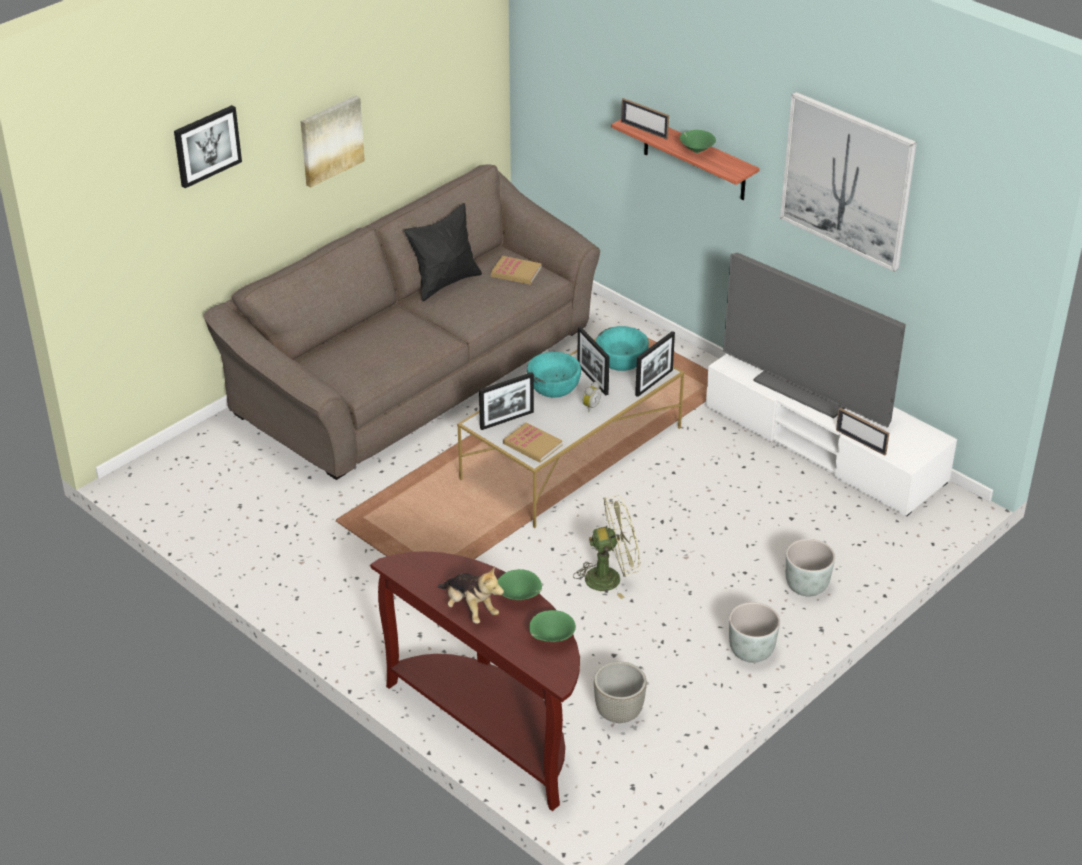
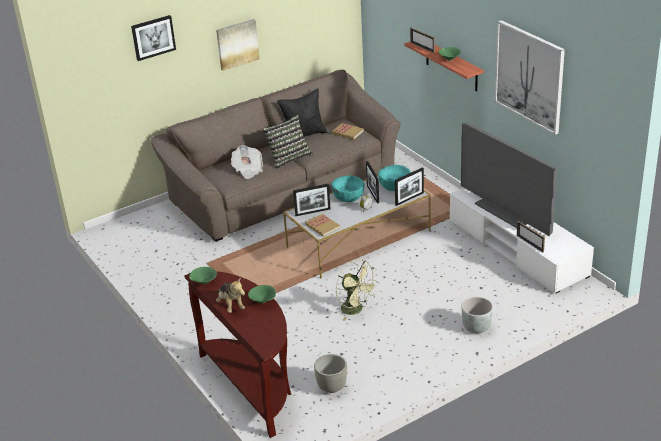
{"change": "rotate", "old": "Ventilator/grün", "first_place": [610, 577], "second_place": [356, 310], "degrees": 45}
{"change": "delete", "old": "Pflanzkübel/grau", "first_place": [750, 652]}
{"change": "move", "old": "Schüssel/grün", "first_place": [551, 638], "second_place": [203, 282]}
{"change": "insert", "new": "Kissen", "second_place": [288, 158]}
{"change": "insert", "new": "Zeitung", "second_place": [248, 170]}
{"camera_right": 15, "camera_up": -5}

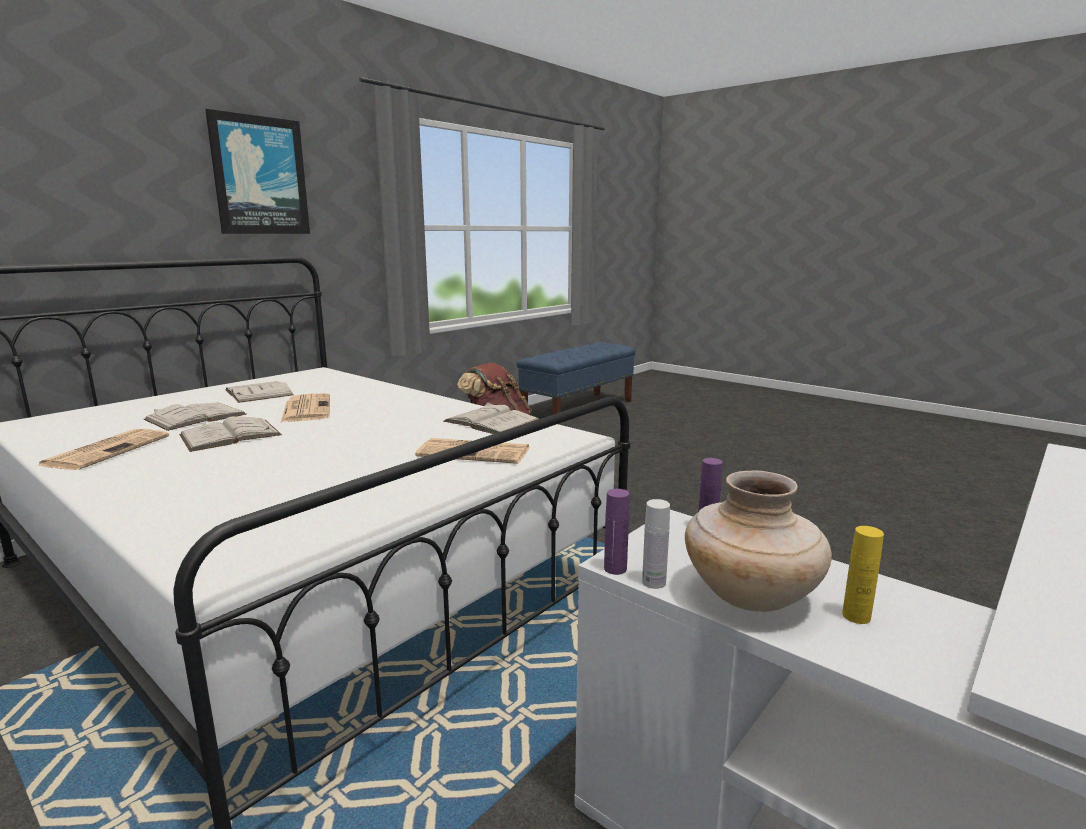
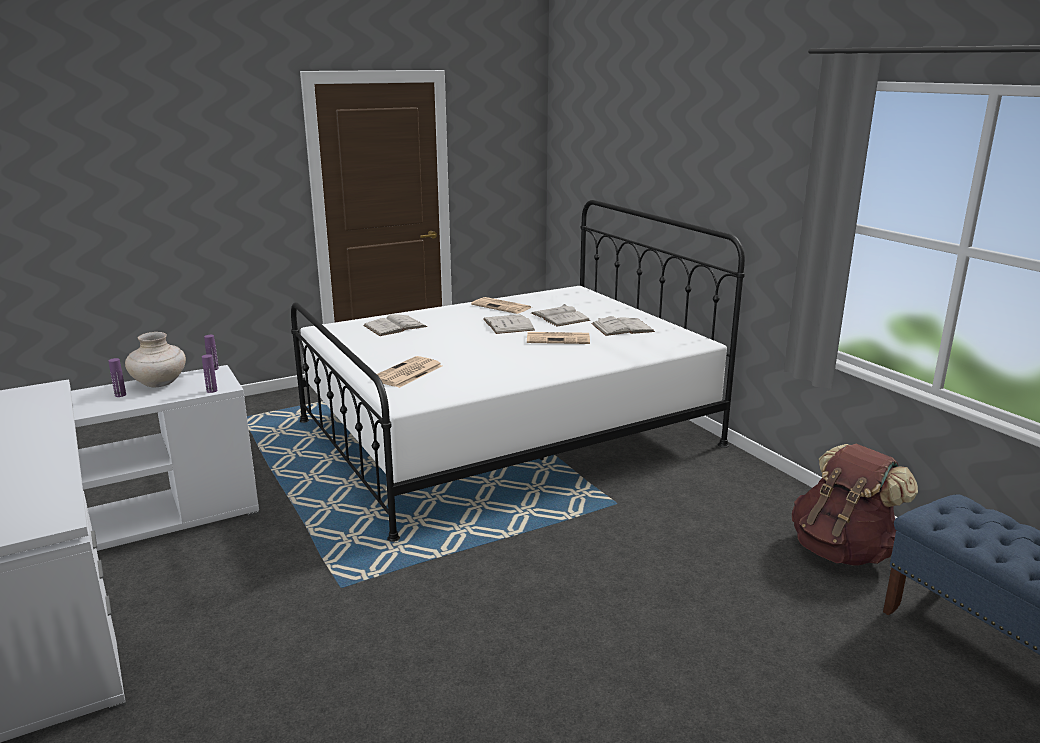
{"change": "delete", "old": "Bild", "first_place": [259, 176]}
{"change": "move", "old": "Buch/weiß", "first_place": [491, 421], "second_place": [395, 326]}
{"change": "delete", "old": "Flasche/weiß", "first_place": [654, 582]}
{"change": "recolor", "old": "Flasche/gelb", "new": "Flasche/lila", "first_place": [856, 616], "second_place": [120, 395]}
{"camera_right": 110, "camera_up": 5}

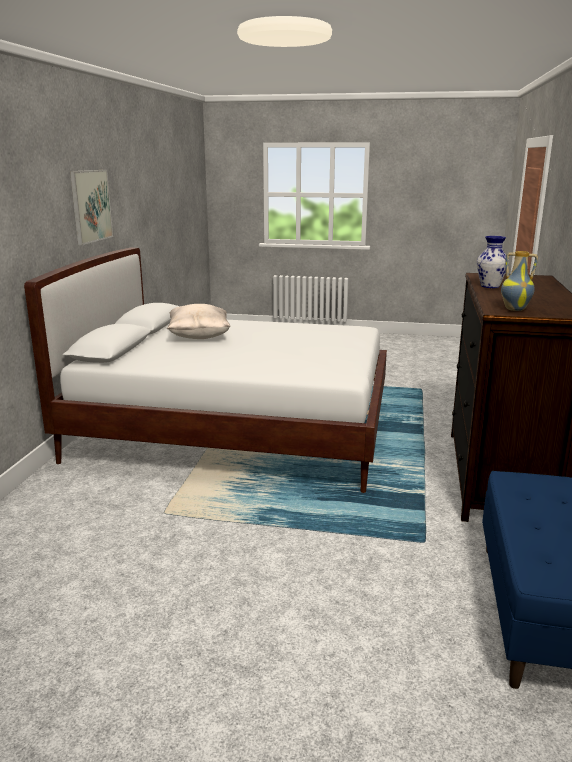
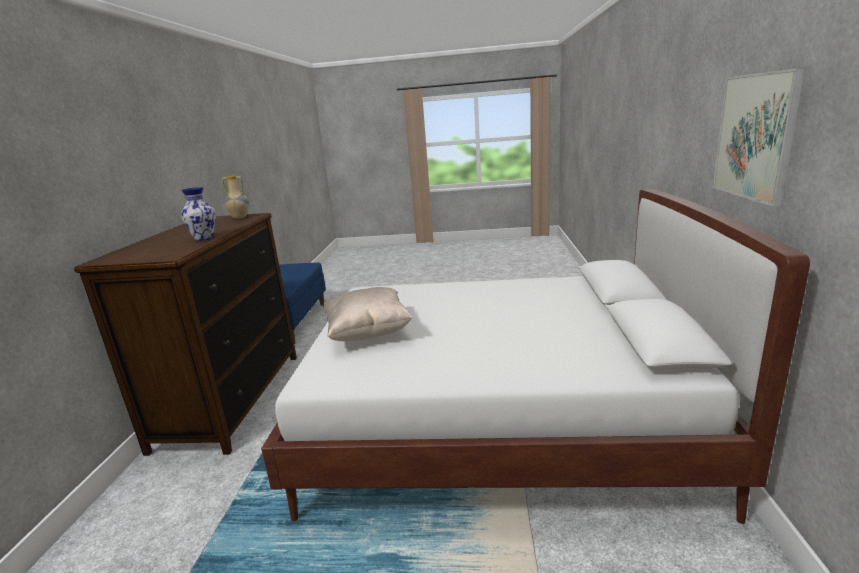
{"change": "move", "old": "Kissen/beige", "first_place": [199, 337], "second_place": [368, 333]}
{"camera_right": 175, "camera_up": 0}

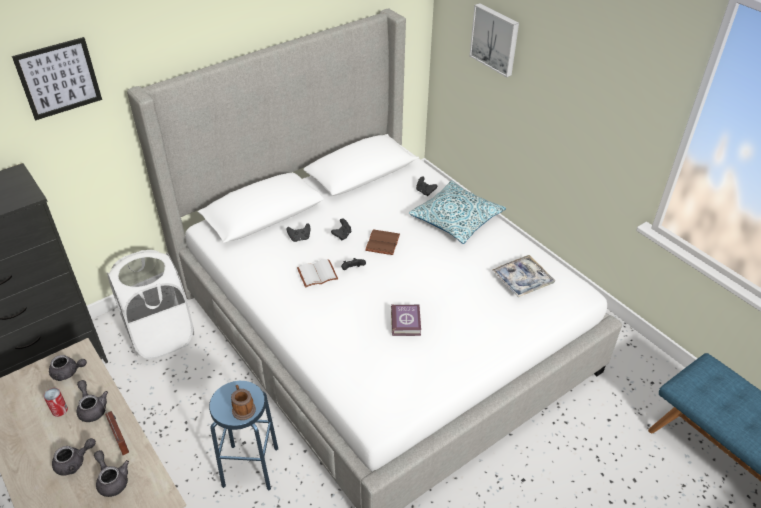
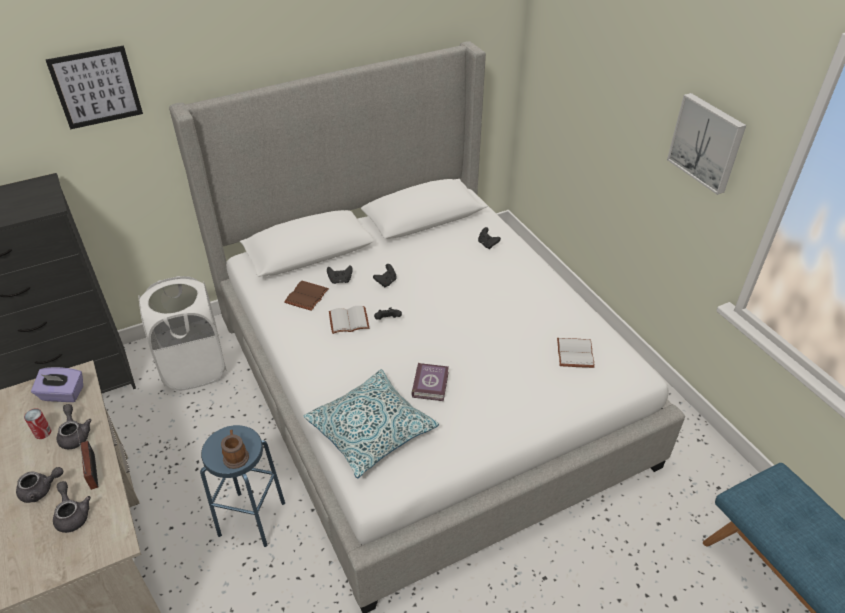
{"change": "move", "old": "Bild", "first_place": [495, 39], "second_place": [707, 142]}
{"change": "move", "old": "Kissen", "first_place": [456, 219], "second_place": [371, 430]}
{"change": "move", "old": "Buch/braun", "first_place": [382, 242], "second_place": [306, 296]}
{"change": "replace", "old": "Tablett", "new": "Buch/weiß", "first_place": [522, 280], "second_place": [573, 353]}
{"change": "replace", "old": "Teekanne/grau", "new": "Taschentuchbox/lila", "first_place": [68, 372], "second_place": [62, 394]}
{"camera_right": 10, "camera_up": 0}

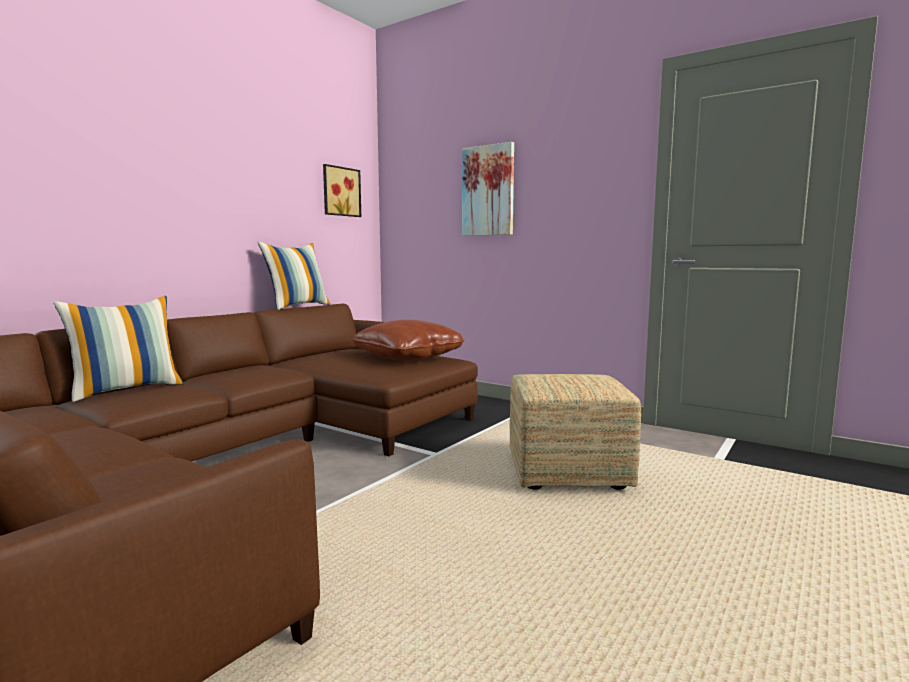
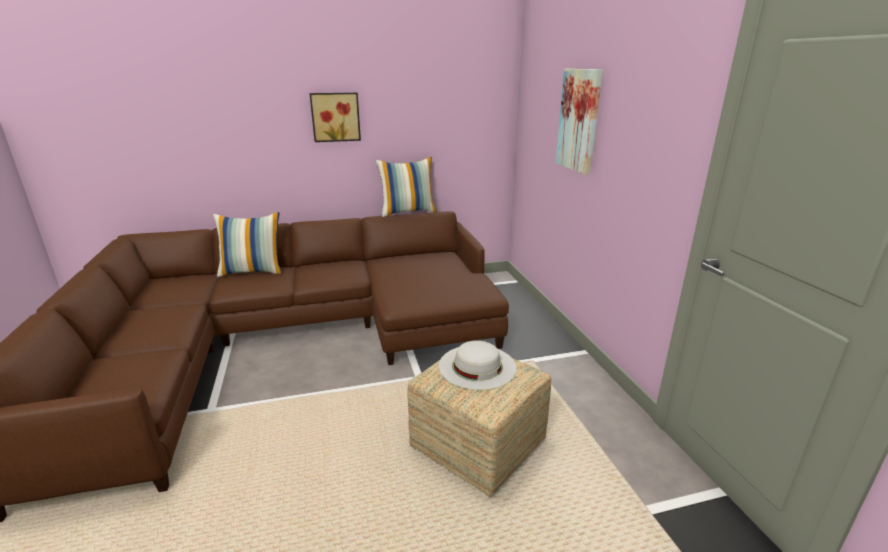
{"change": "move", "old": "Bild", "first_place": [340, 191], "second_place": [335, 117]}
{"change": "delete", "old": "Kissen/braun", "first_place": [408, 357]}
{"change": "insert", "new": "Hut/weiß", "second_place": [477, 366]}
{"camera_right": 40, "camera_up": 15}

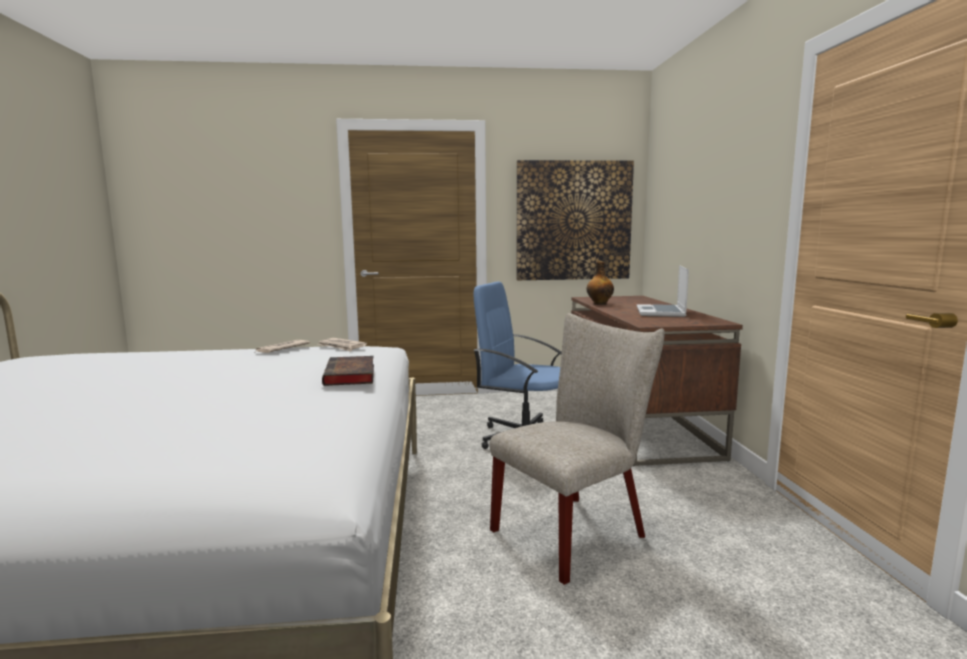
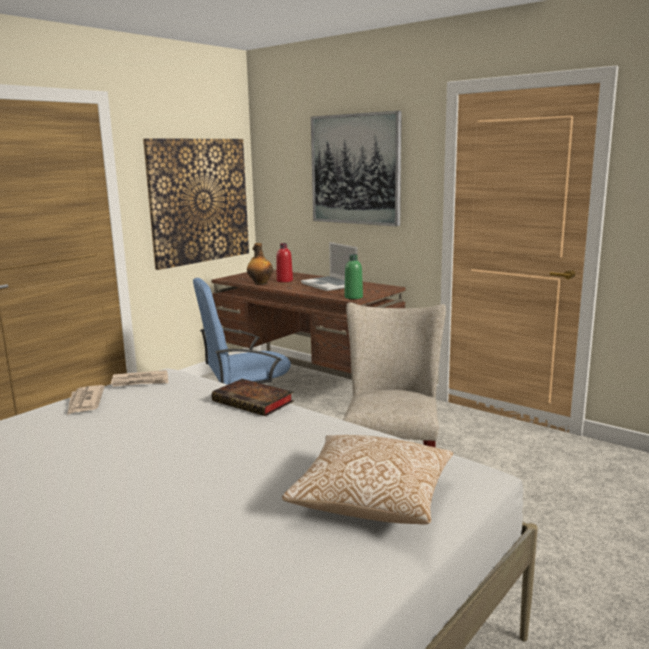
{"change": "insert", "new": "Bild", "second_place": [355, 169]}
{"change": "insert", "new": "Flasche/rot", "second_place": [284, 280]}
{"change": "insert", "new": "Flasche/grün", "second_place": [353, 297]}
{"change": "insert", "new": "Kissen", "second_place": [372, 499]}
{"camera_right": -45, "camera_up": 5}

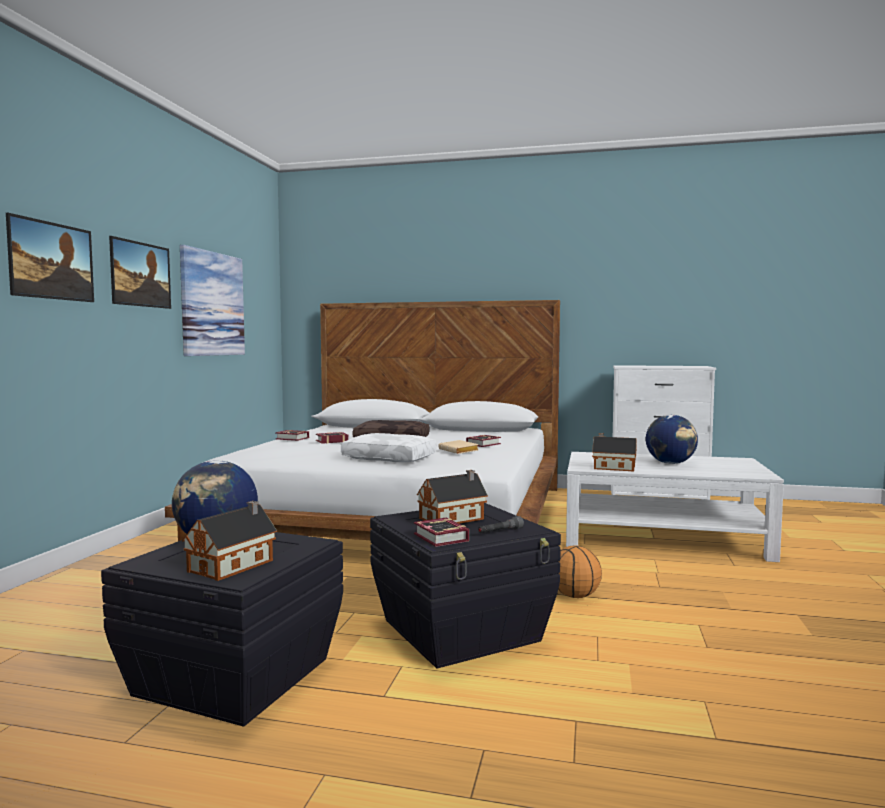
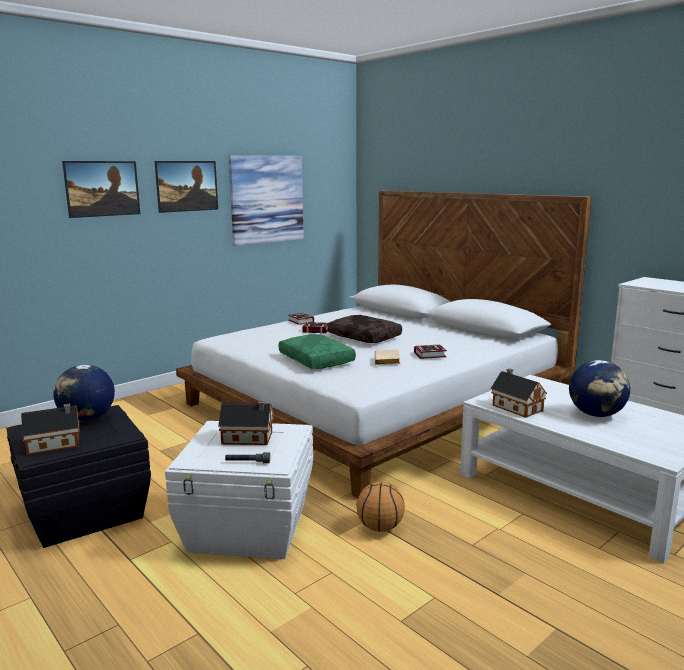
{"change": "recolor", "old": "Kissen/weiß", "new": "Kissen/grün", "first_place": [390, 458], "second_place": [317, 360]}
{"change": "recolor", "old": "Aufbewahrungsbox/schwarz", "new": "Aufbewahrungsbox/weiß", "first_place": [463, 630], "second_place": [249, 528]}
{"change": "delete", "old": "Buch", "first_place": [440, 538]}
{"camera_right": 35, "camera_up": 10}

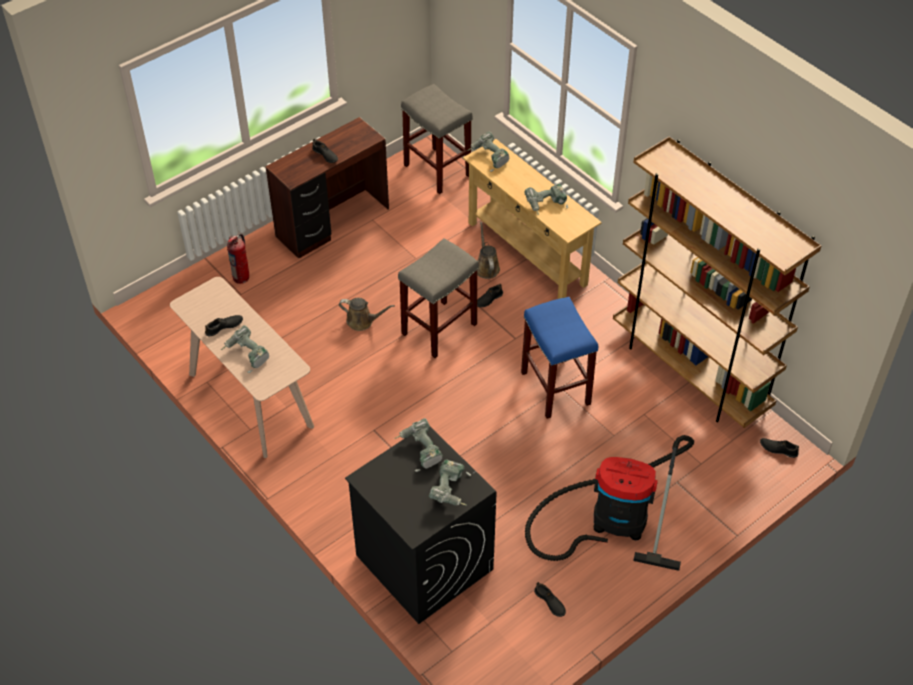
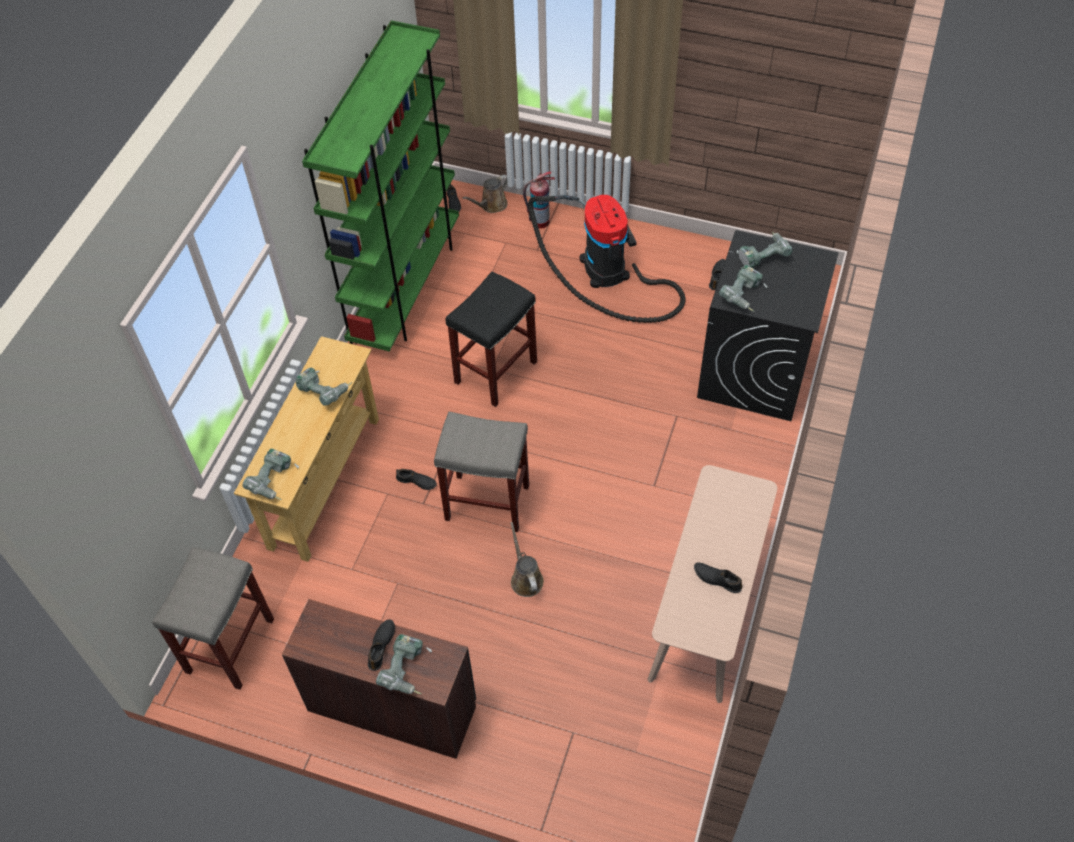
{"change": "recolor", "old": "Bücherregal/braun", "new": "Bücherregal/grün", "first_place": [690, 372], "second_place": [406, 287]}
{"change": "move", "old": "Gießkanne/braun", "first_place": [486, 267], "second_place": [491, 205]}
{"change": "move", "old": "Feuerlöscher", "first_place": [241, 277], "second_place": [540, 222]}
{"change": "recolor", "old": "Hocker/blau", "new": "Hocker/schwarz", "first_place": [556, 389], "second_place": [496, 371]}
{"change": "move", "old": "Bohrmaschine", "first_place": [246, 355], "second_place": [407, 671]}
{"camera_right": -120, "camera_up": 5}

